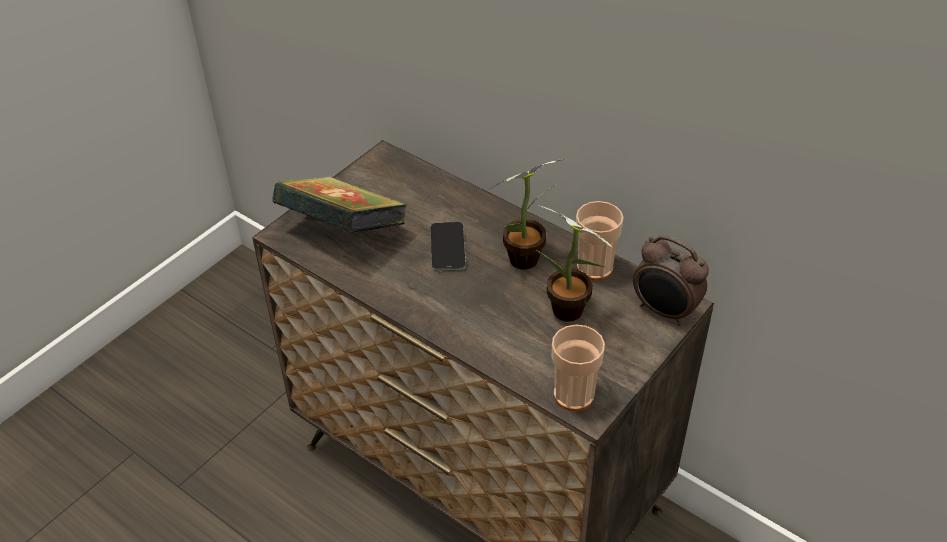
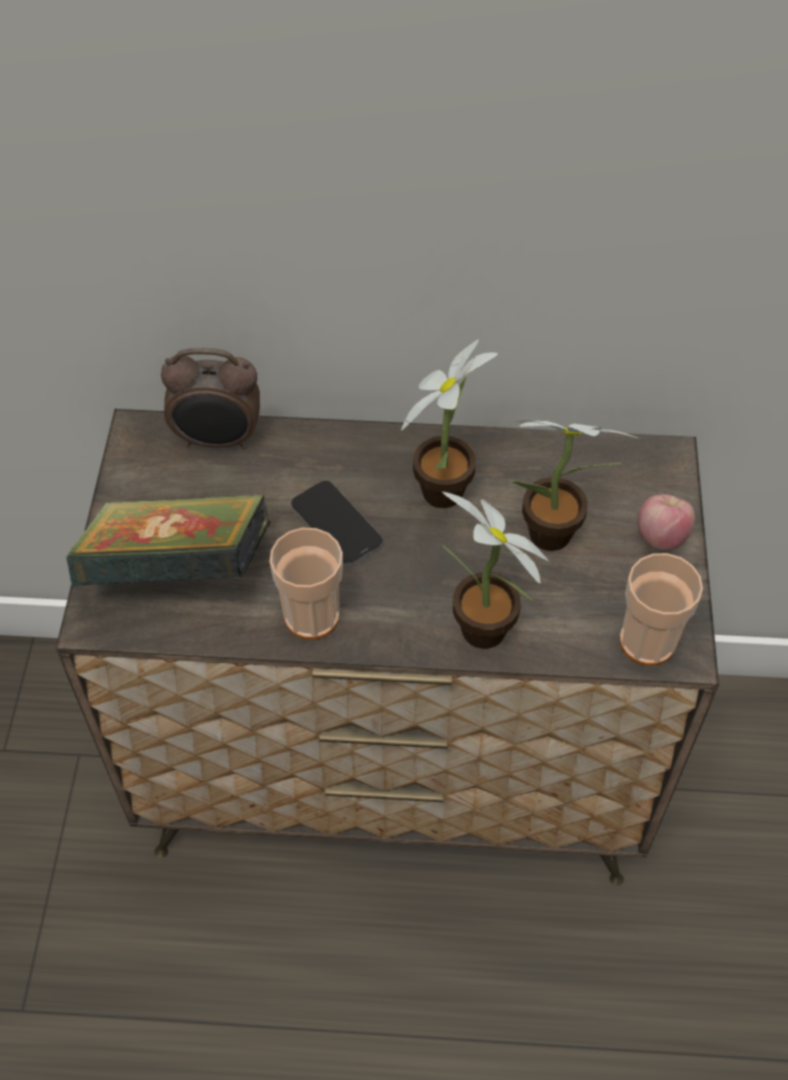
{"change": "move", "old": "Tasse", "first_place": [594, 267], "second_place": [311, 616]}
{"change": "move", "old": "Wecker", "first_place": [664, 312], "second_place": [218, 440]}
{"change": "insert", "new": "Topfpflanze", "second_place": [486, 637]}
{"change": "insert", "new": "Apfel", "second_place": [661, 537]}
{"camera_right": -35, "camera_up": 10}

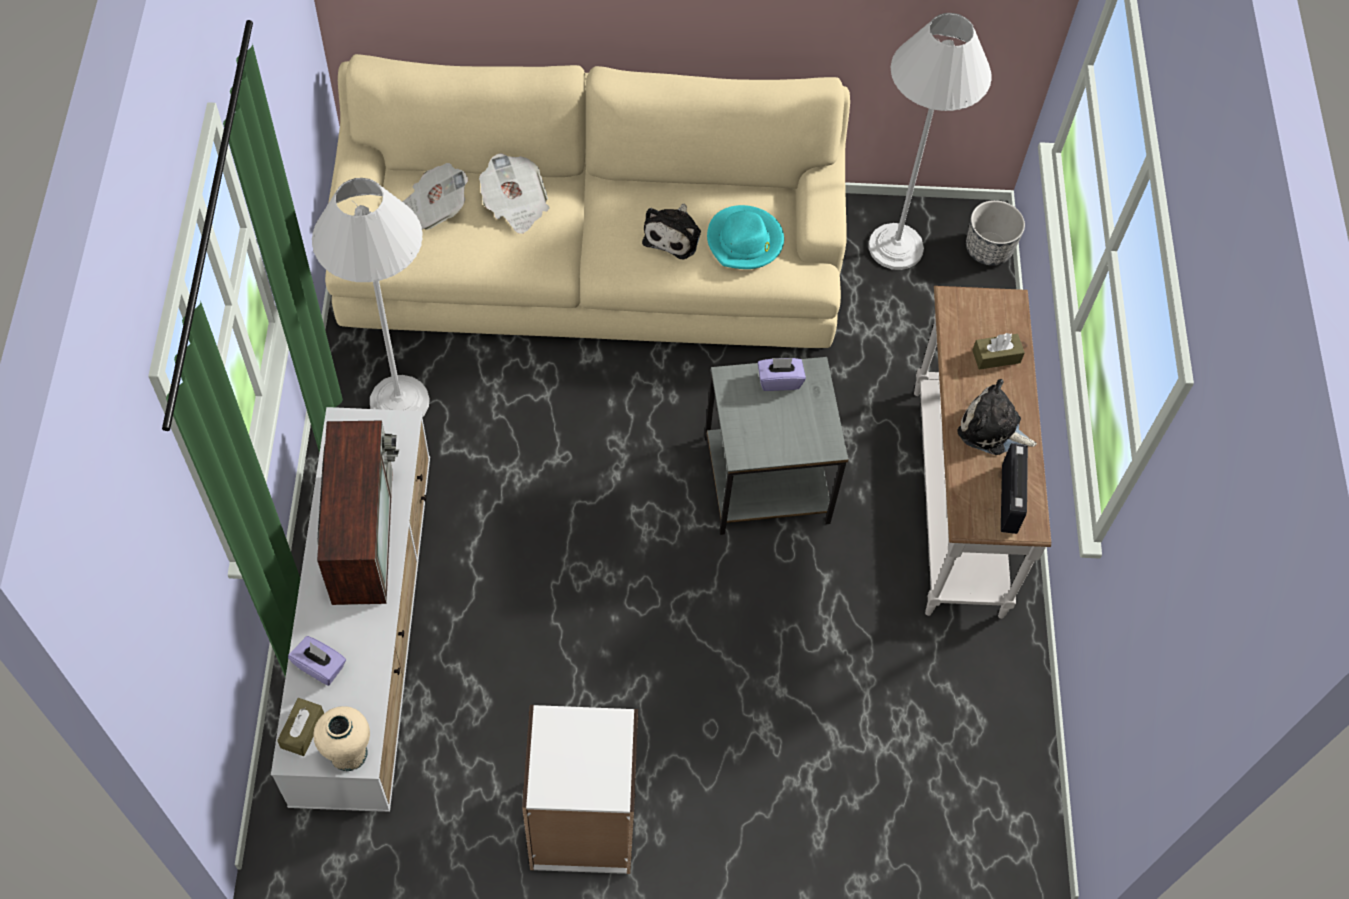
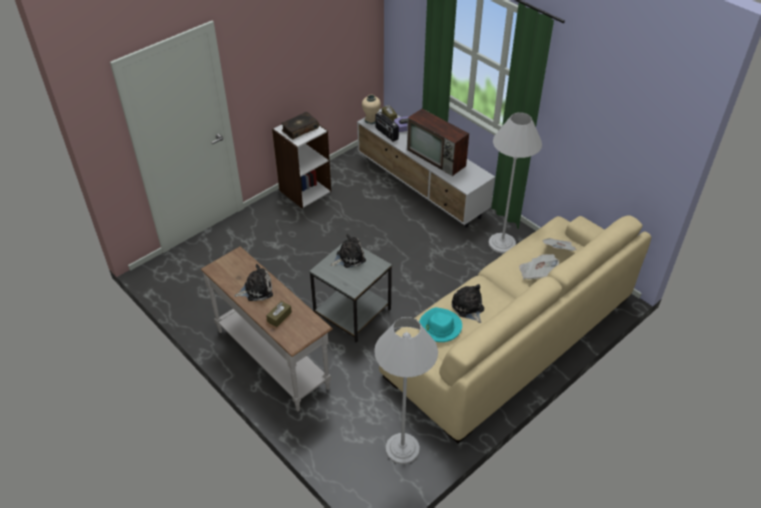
{"change": "delete", "old": "Pflanzkübel", "first_place": [988, 249]}
{"change": "delete", "old": "Taschentuchbox/lila", "first_place": [779, 380]}
{"change": "move", "old": "Radio", "first_place": [1010, 499], "second_place": [386, 134]}
{"change": "insert", "new": "Buch", "second_place": [300, 129]}
{"change": "insert", "new": "Plüschtier", "second_place": [349, 257]}
{"camera_right": 140, "camera_up": -15}

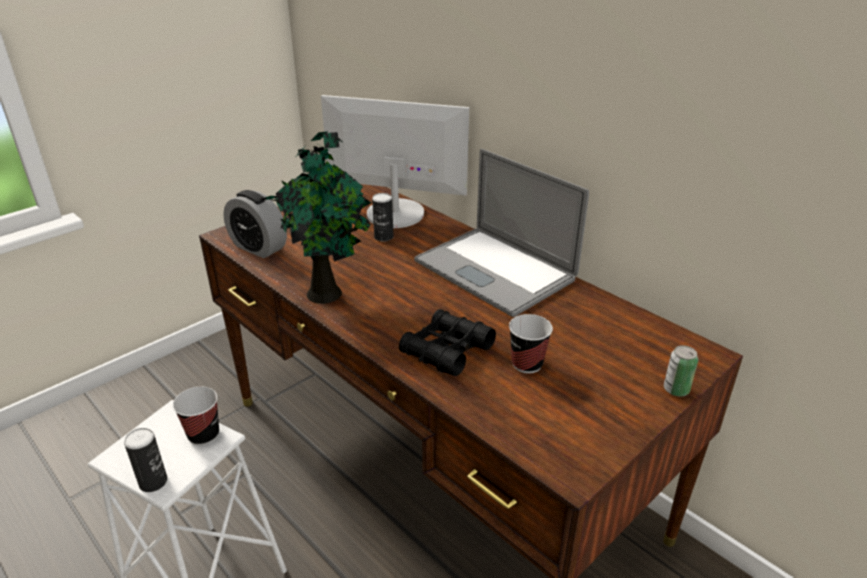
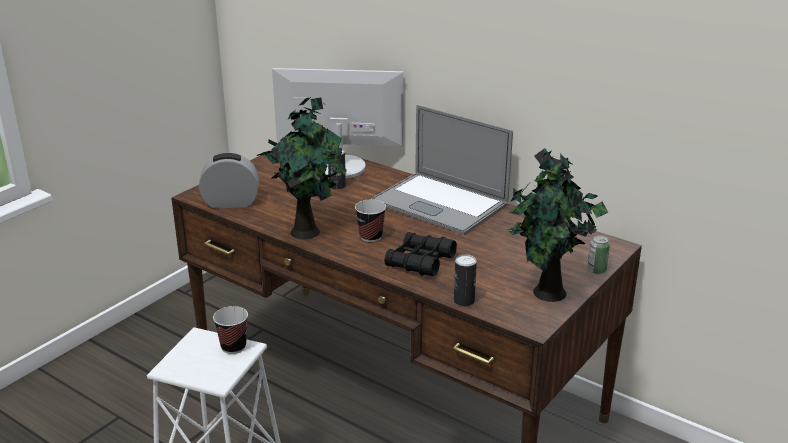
{"change": "rotate", "old": "Wecker", "first_place": [258, 247], "second_place": [231, 203], "degrees": 150}
{"change": "move", "old": "Tasse", "first_place": [527, 364], "second_place": [370, 237]}
{"change": "move", "old": "Dose", "first_place": [153, 482], "second_place": [464, 301]}
{"change": "insert", "new": "Topfpflanze", "second_place": [548, 294]}
{"camera_right": -10, "camera_up": -5}

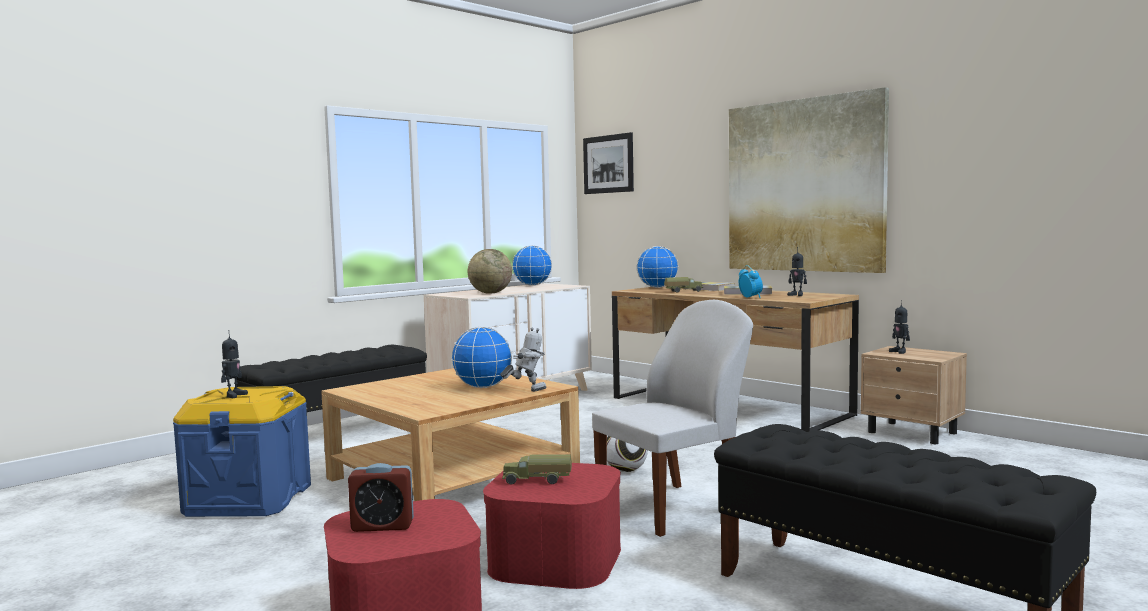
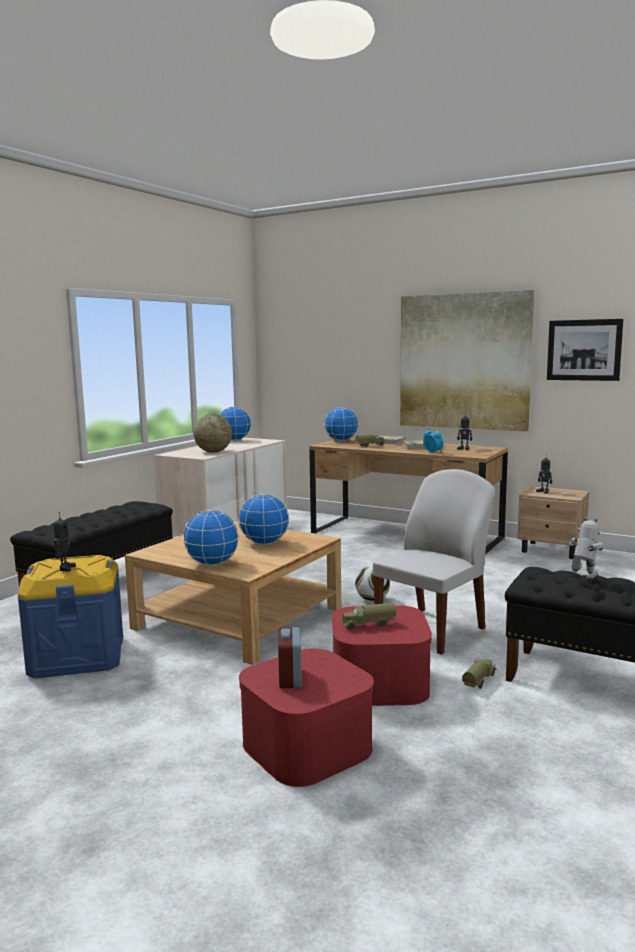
{"change": "move", "old": "Bild", "first_place": [608, 164], "second_place": [584, 350]}
{"change": "move", "old": "Spielzeugroboter", "first_place": [526, 391], "second_place": [583, 581]}
{"change": "rotate", "old": "Wecker", "first_place": [382, 526], "second_place": [290, 678], "degrees": 105}
{"change": "insert", "new": "Globus", "second_place": [212, 564]}
{"change": "insert", "new": "Spielzeuglaster", "second_place": [478, 681]}
{"camera_right": -15, "camera_up": 5}

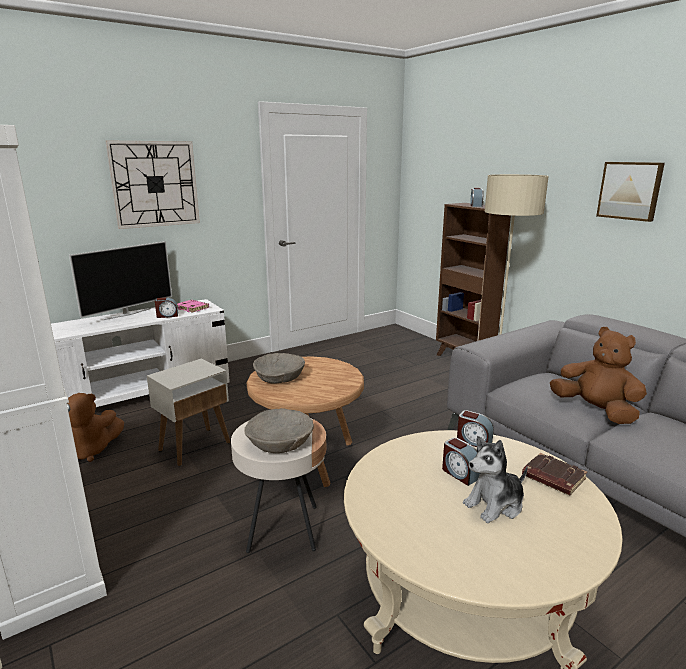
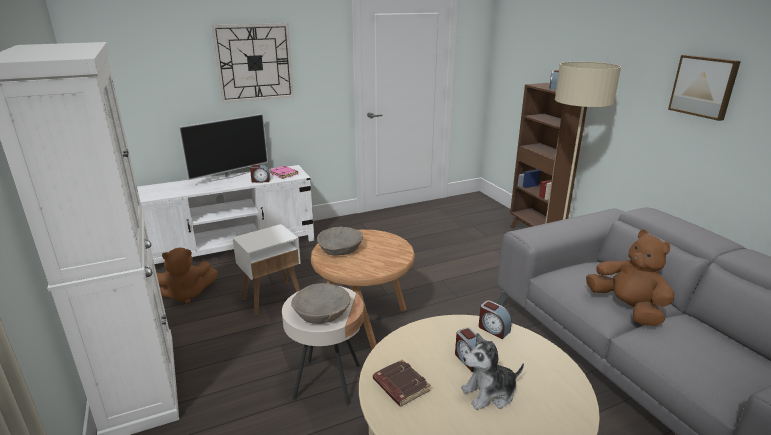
{"change": "move", "old": "Buch/braun", "first_place": [552, 478], "second_place": [400, 386]}
{"camera_right": 10, "camera_up": 5}

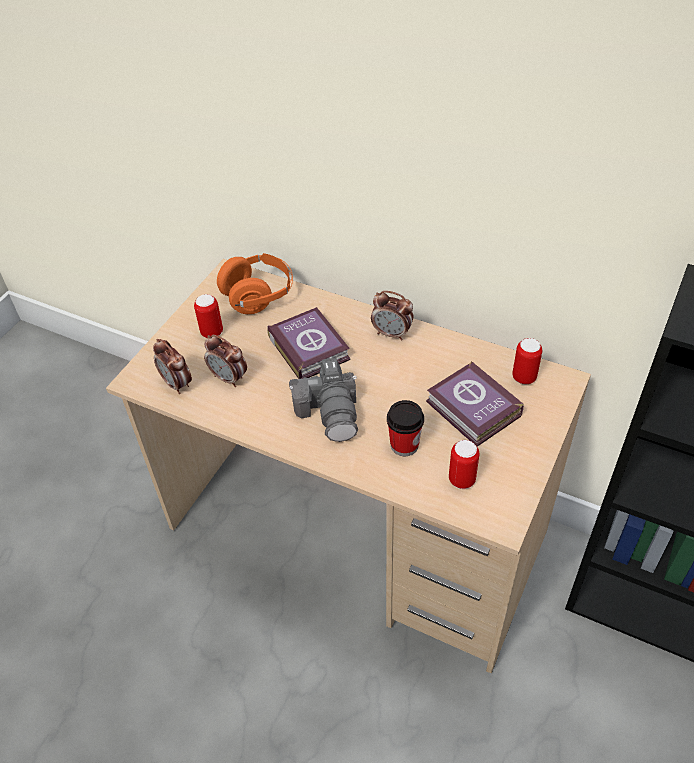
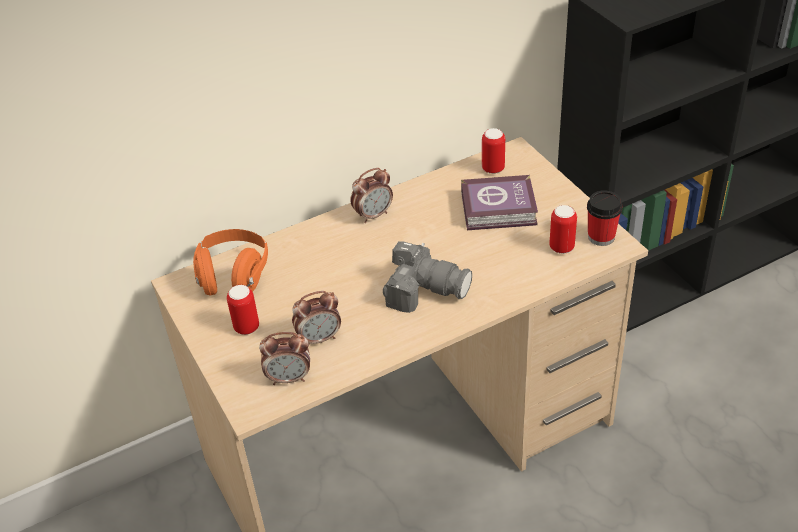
{"change": "delete", "old": "Buch", "first_place": [309, 347]}
{"change": "move", "old": "Tasse", "first_place": [404, 445], "second_place": [601, 237]}
{"camera_right": -55, "camera_up": -5}

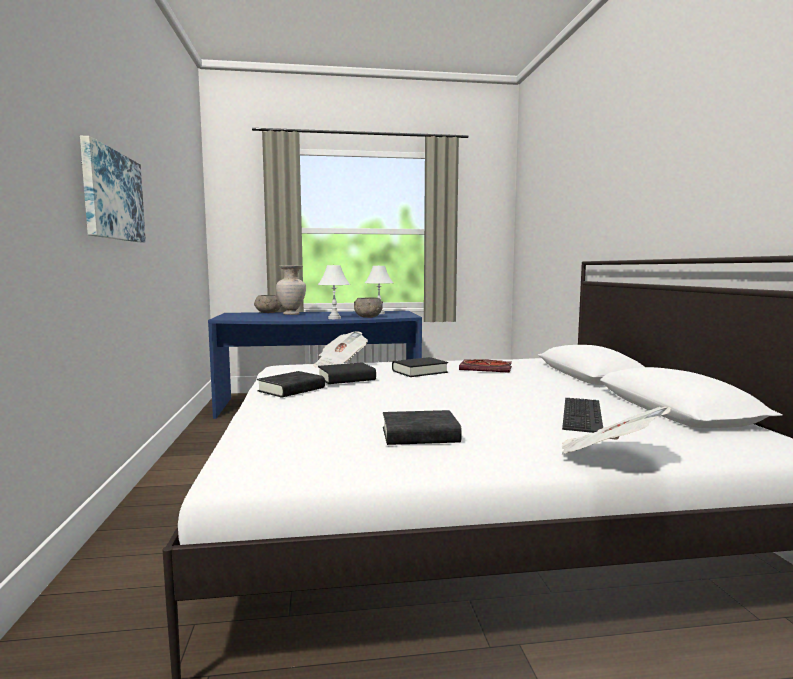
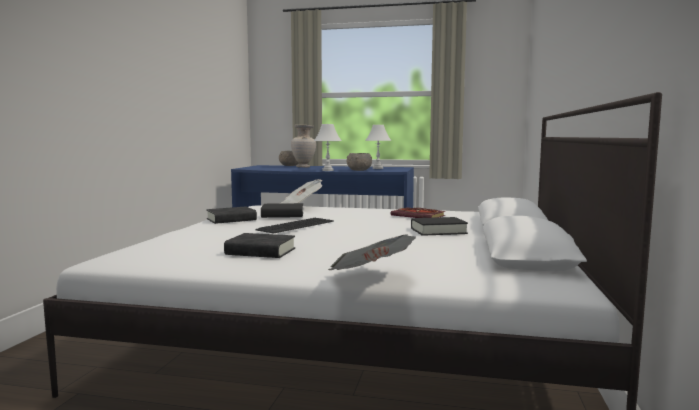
{"change": "delete", "old": "Bild", "first_place": [111, 195]}
{"change": "move", "old": "Buch/schwarz", "first_place": [419, 371], "second_place": [438, 231]}
{"change": "move", "old": "Tastatur", "first_place": [584, 415], "second_place": [297, 226]}
{"camera_right": 20, "camera_up": 0}

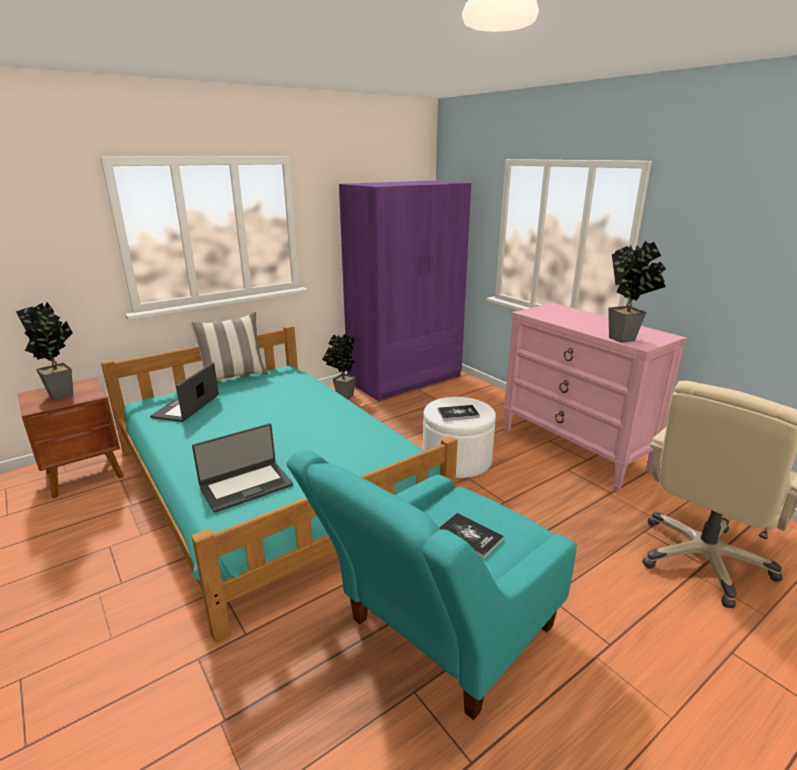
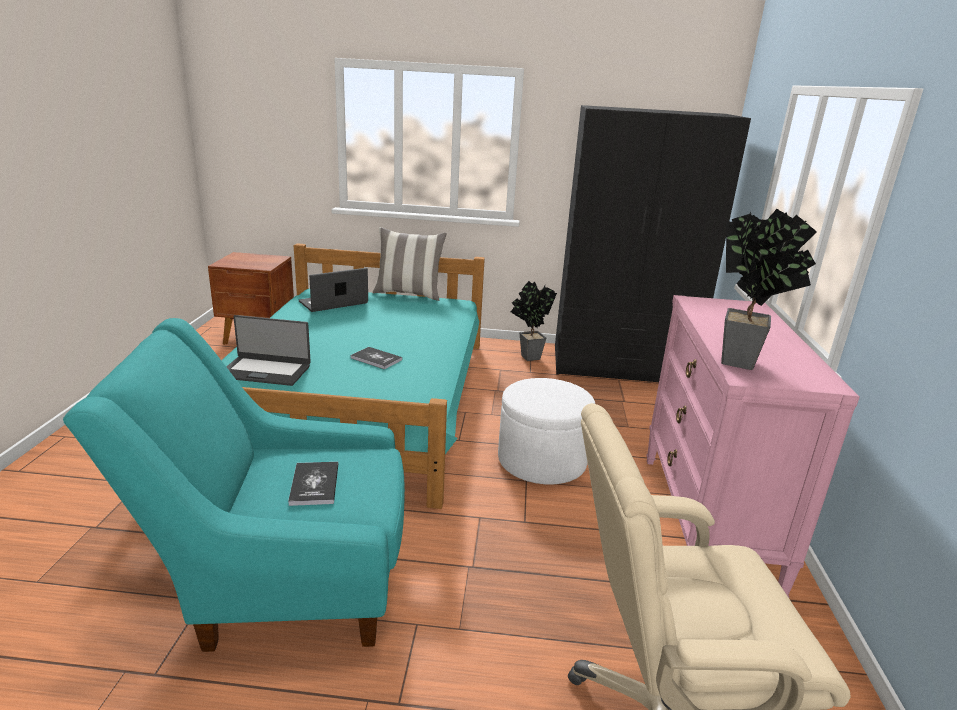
{"change": "recolor", "old": "Kleiderschrank/lila", "new": "Kleiderschrank/schwarz", "first_place": [405, 379], "second_place": [621, 365]}
{"change": "delete", "old": "Topfpflanze", "first_place": [62, 393]}
{"change": "move", "old": "Buch", "first_place": [458, 413], "second_place": [376, 359]}
{"camera_right": 40, "camera_up": 0}

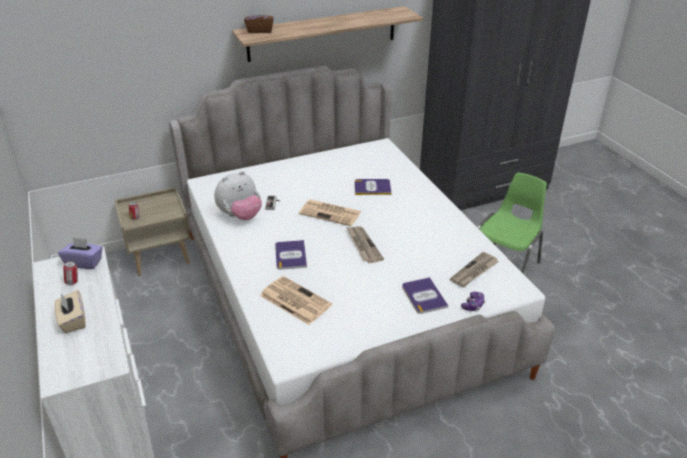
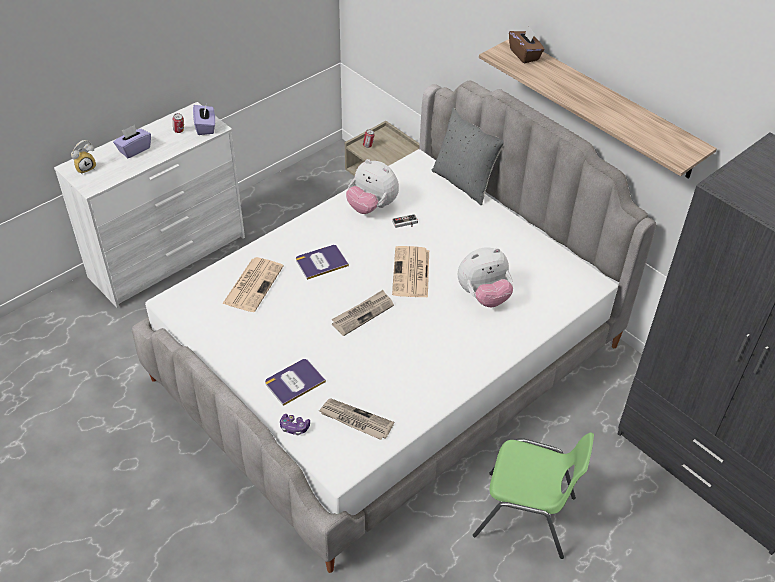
{"change": "replace", "old": "Buch", "new": "Plüschtier", "first_place": [372, 187], "second_place": [483, 296]}
{"change": "recolor", "old": "Taschentuchbox/beige", "new": "Taschentuchbox/lila", "first_place": [73, 320], "second_place": [134, 149]}
{"change": "insert", "new": "Kissen/grau", "second_place": [464, 183]}
{"change": "insert", "new": "Wecker", "second_place": [85, 167]}
{"camera_right": 70, "camera_up": 10}

